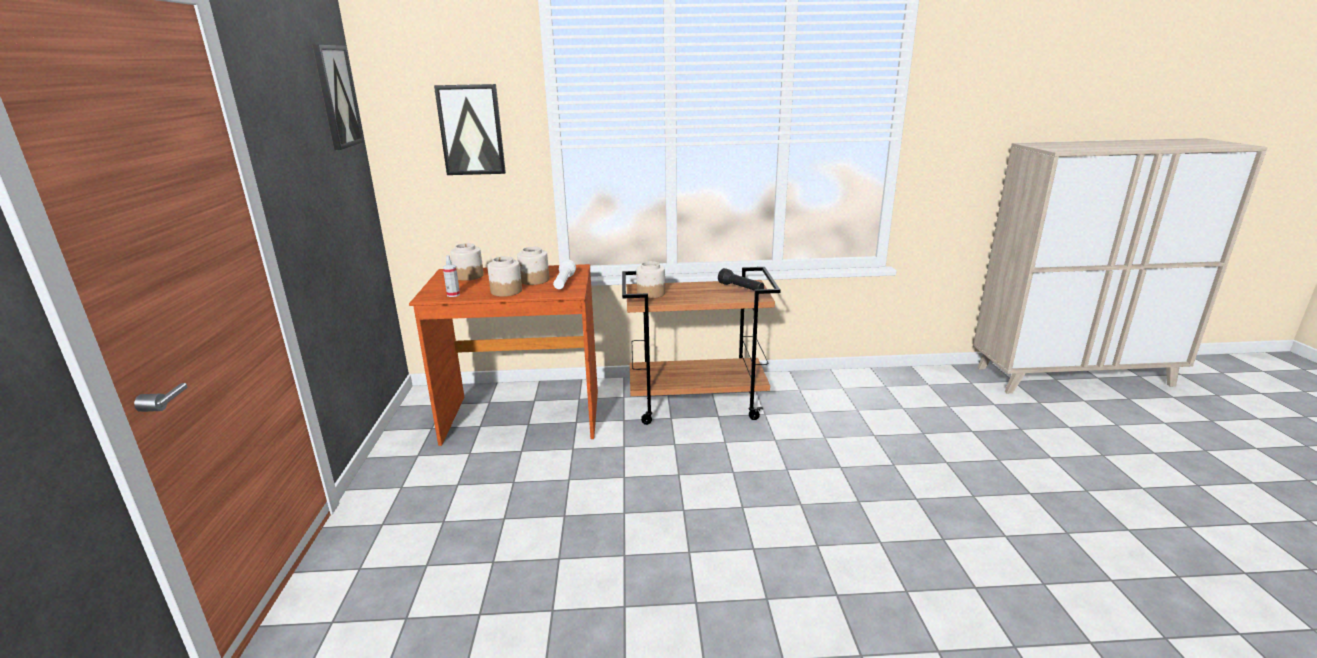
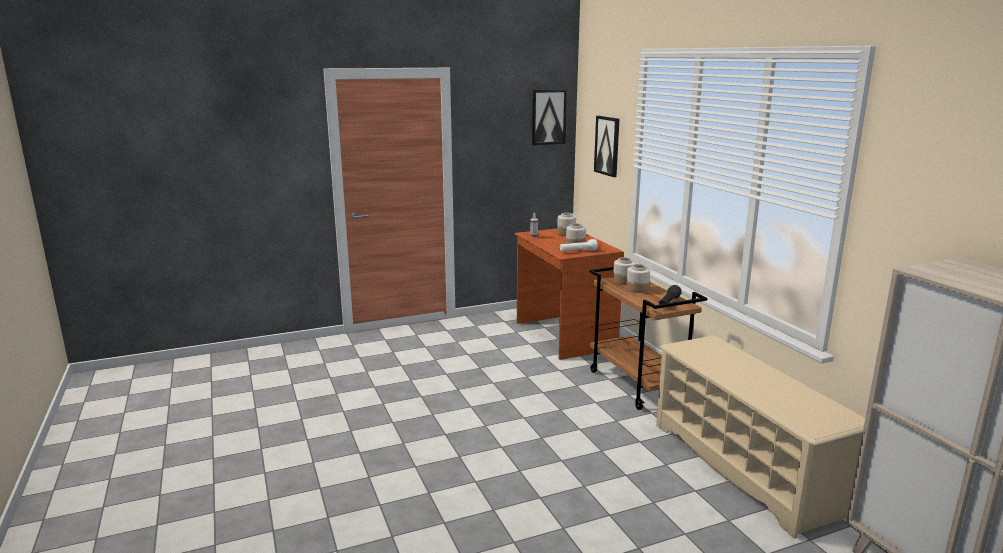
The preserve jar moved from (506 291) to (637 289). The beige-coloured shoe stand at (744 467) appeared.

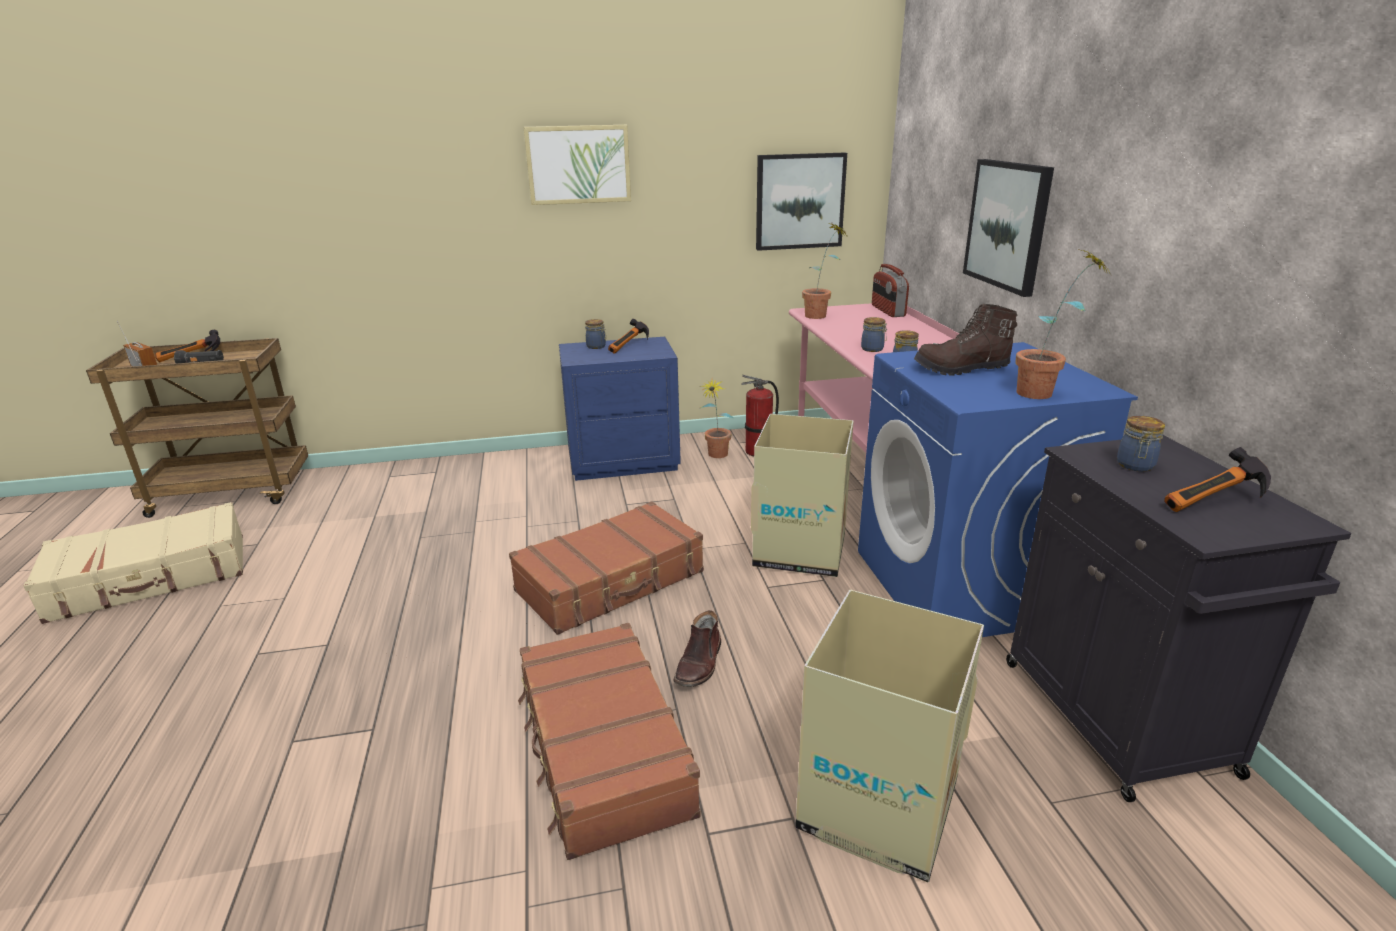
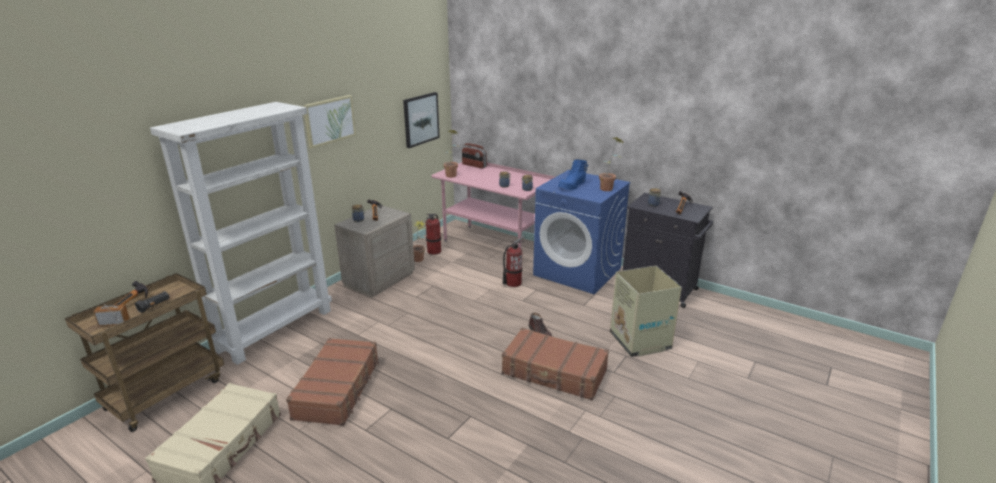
The brownish suitcase moved from (611 582) to (338 389). The blue-coloured nightstand at (623 460) became the beige-coloured nightstand at (378 279). The carton at (800 550) was replaced by the extinguisher at (513 283). The brownish boot at (961 369) became the blue-coloured boot at (572 186). The wall art at (1008 225) disappeared. The white-coloured bookcase at (275 329) appeared.

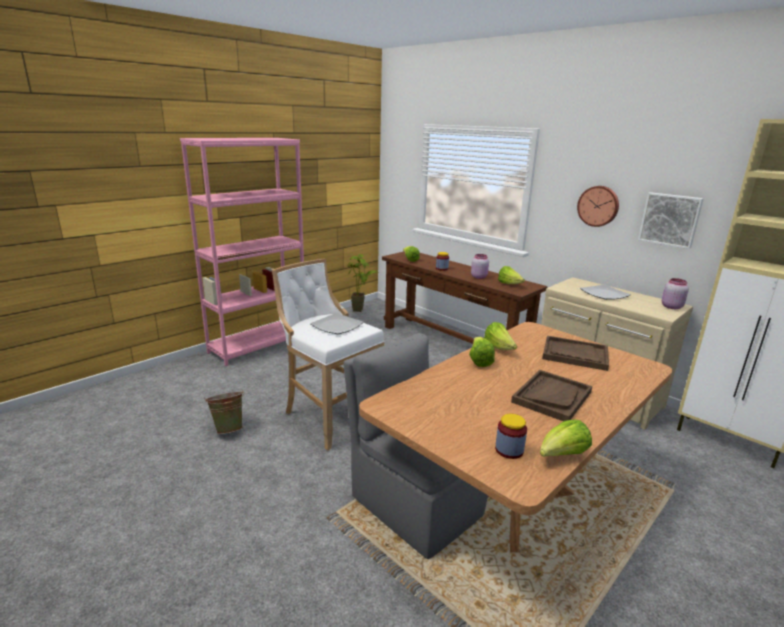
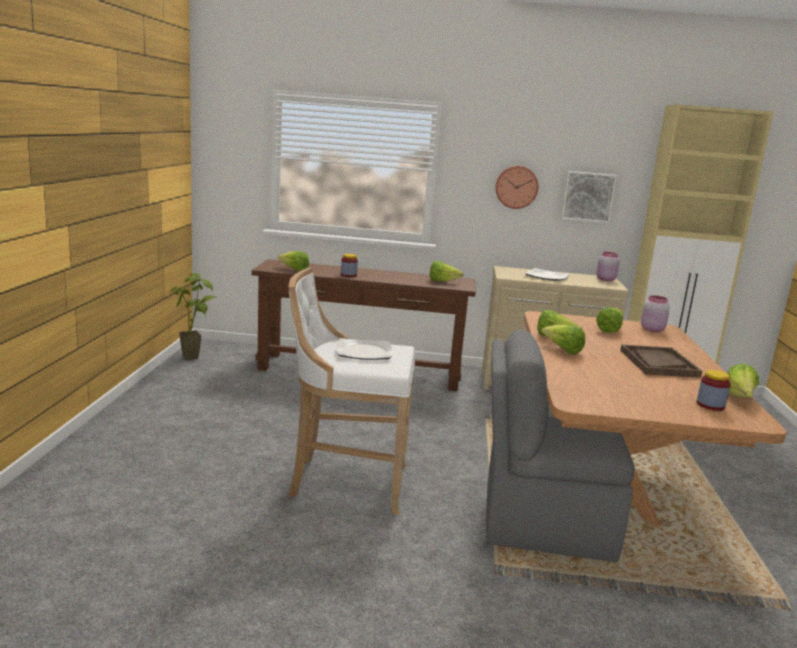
The pinkish bookcase at (259 345) disappeared. The green-coloured water bucket at (229 429) disappeared. The pinkish preserve jar moved from (479 277) to (651 329). The brownish carrying tray at (574 354) was replaced by the head of lettuce at (609 330).

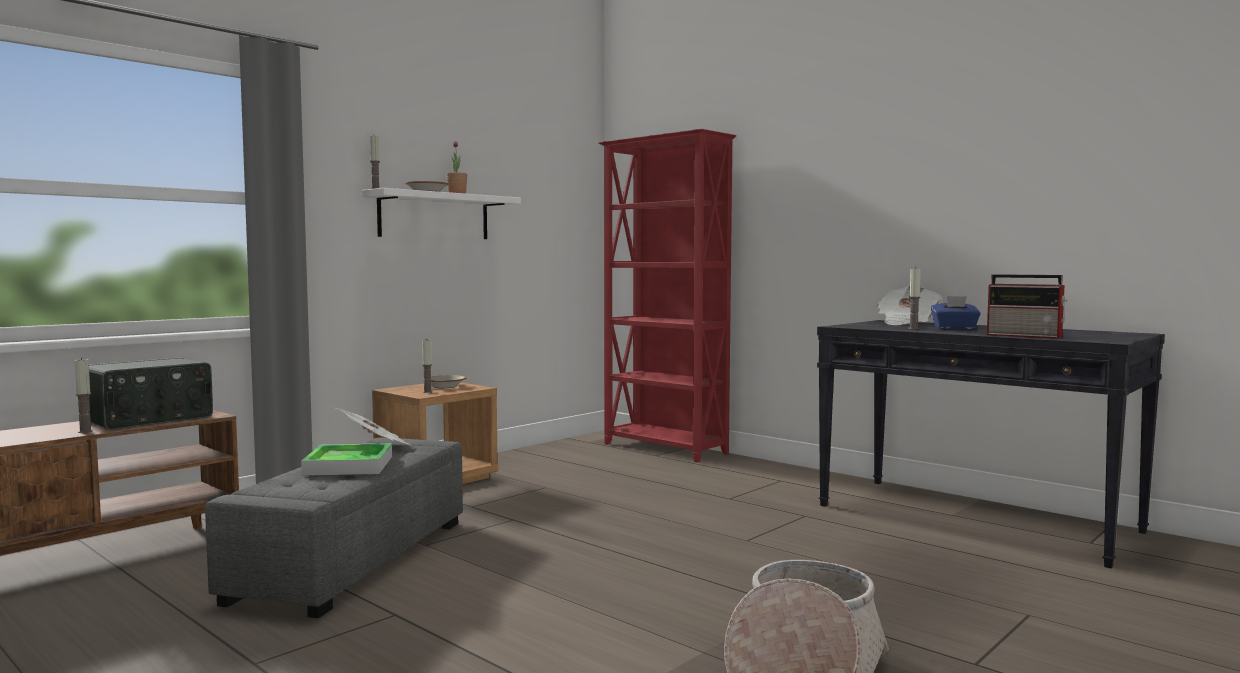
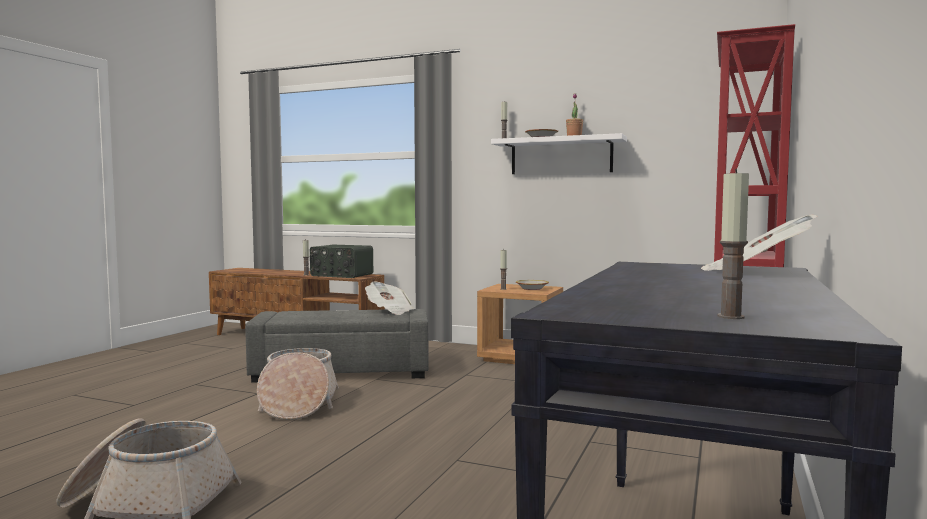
The carrying tray at (348 465) disappeared. The wax candle moved from (913 328) to (730 317). The blue-coloured box of tissues at (955 328) disappeared. The radio receiver at (1026 336) disappeared. The storage basket at (298 404) appeared.

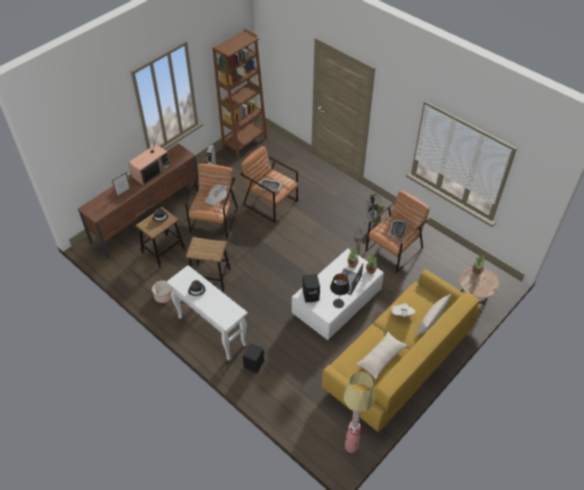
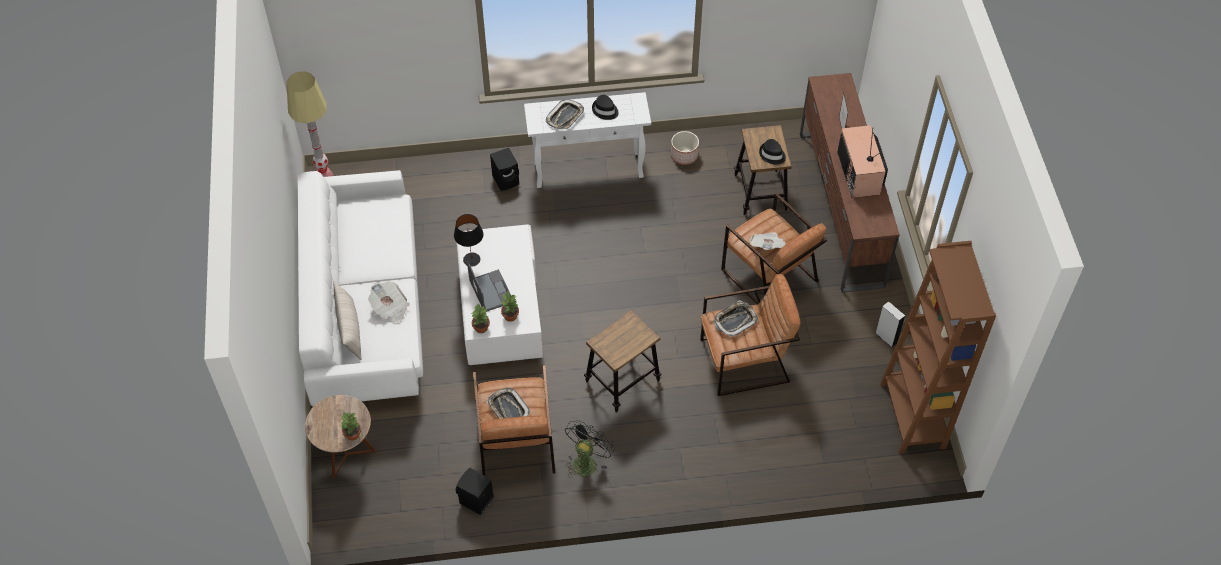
The stool seat moved from (210 277) to (622 381). The black-coloured audio speaker moved from (311 295) to (475 501). The yellowish sofa at (397 361) became the white-coloured sofa at (366 309). The beige-coloured throw pillow at (381 358) disappeared. The carrying tray at (565 117) appeared.

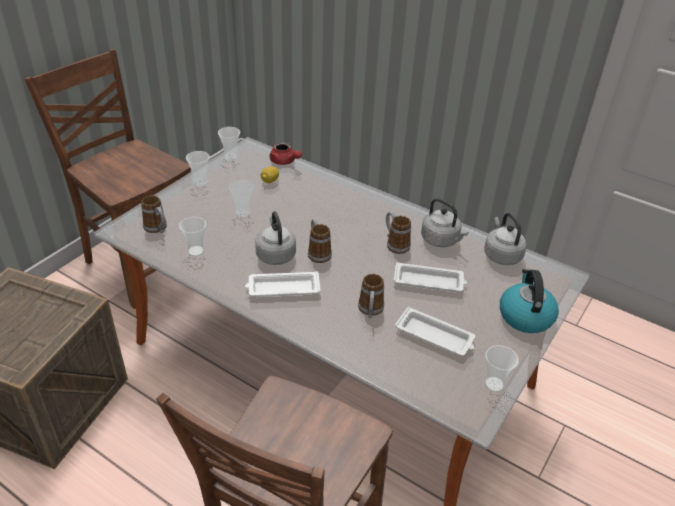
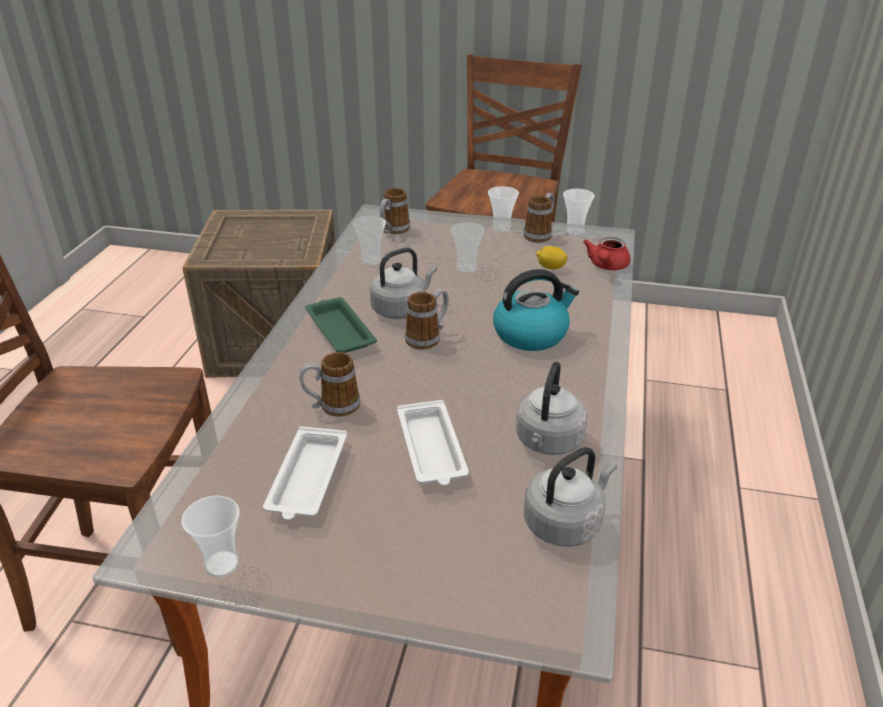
The white-coloured carrying tray at (282 288) became the green-coloured carrying tray at (339 330). The mug moved from (395 244) to (540 234). The water kettle moved from (525 316) to (531 334).

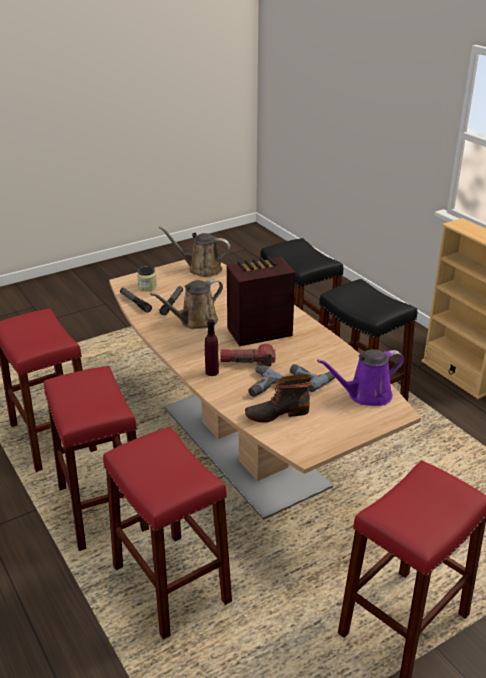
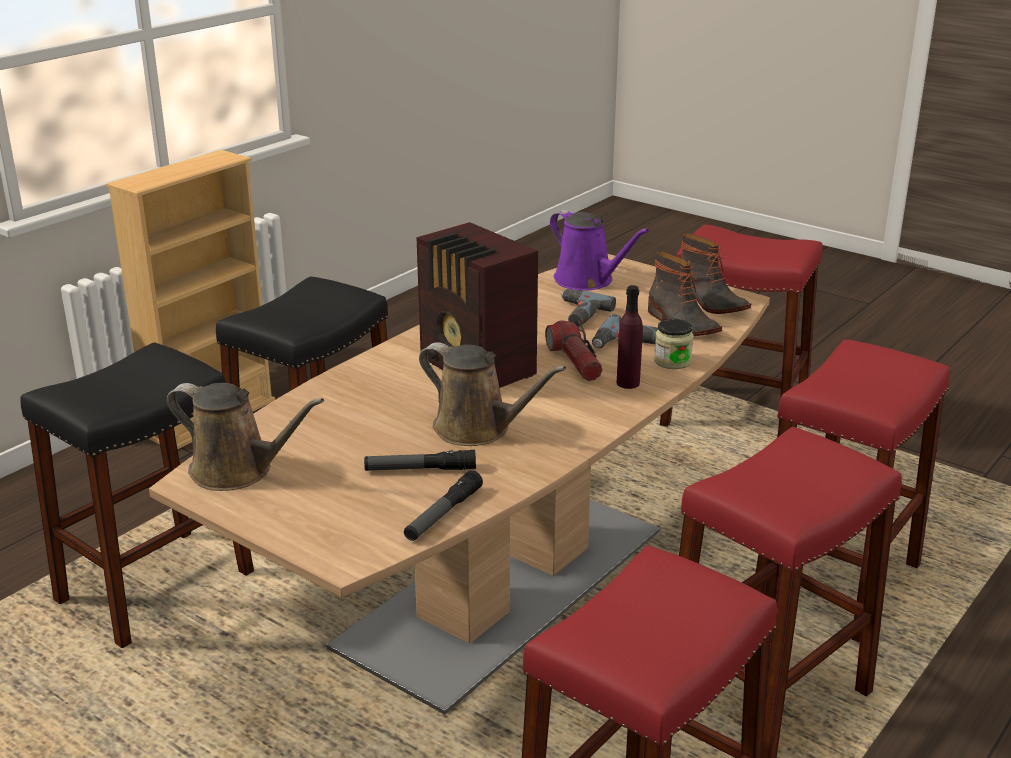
The preserve jar moved from (147 287) to (672 361). The brownish sprinkling can at (201 269) turned 60 degrees counterclockwise. The boot at (709 303) appeared.

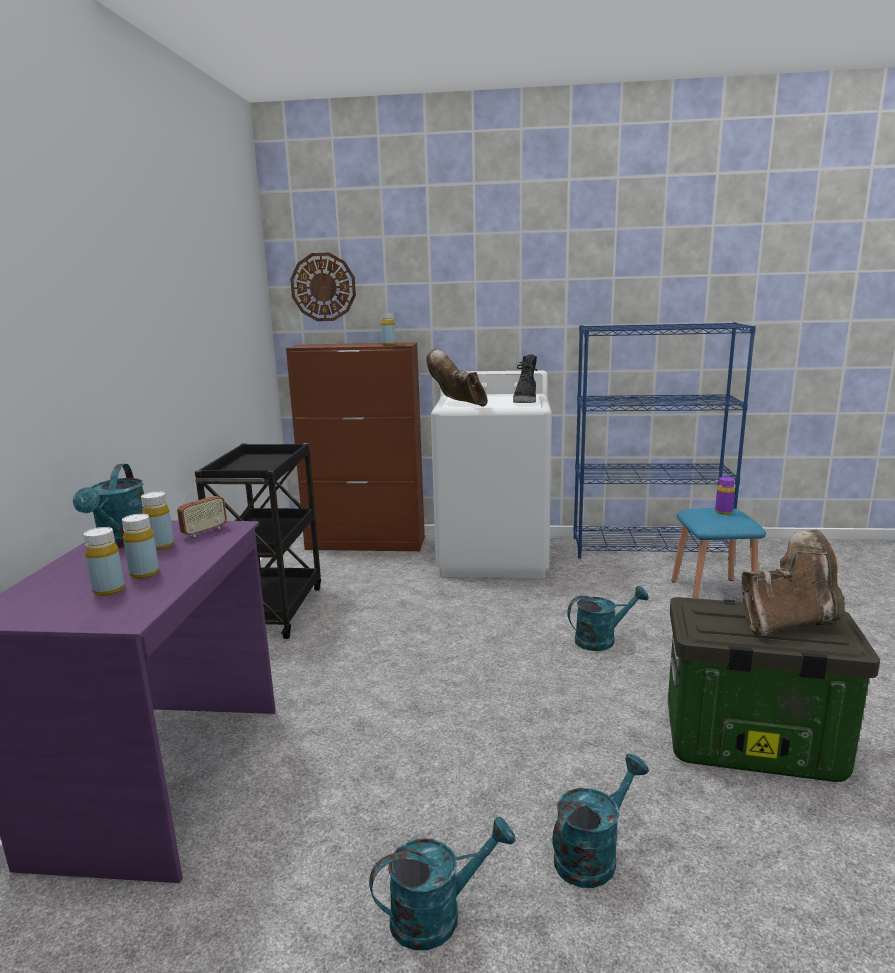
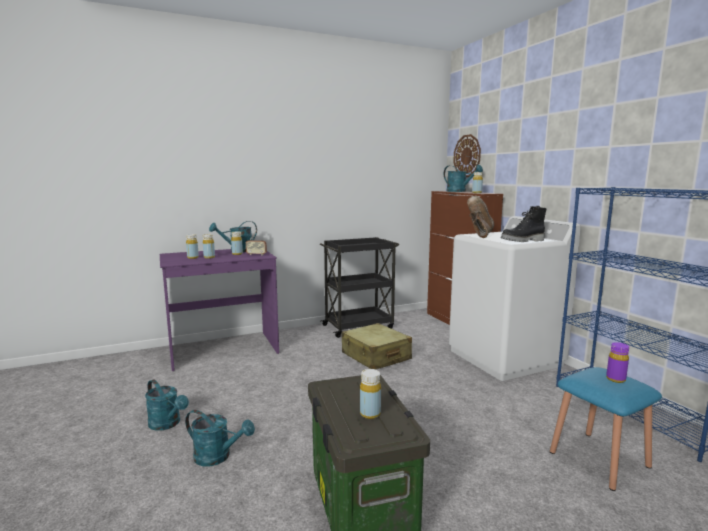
The turquoise-coloured sprinkling can moved from (601 639) to (459 191). The brownish boot at (788 622) was replaced by the yellowish bottle at (370 414). The beige-coloured suitcase at (375 356) appeared.

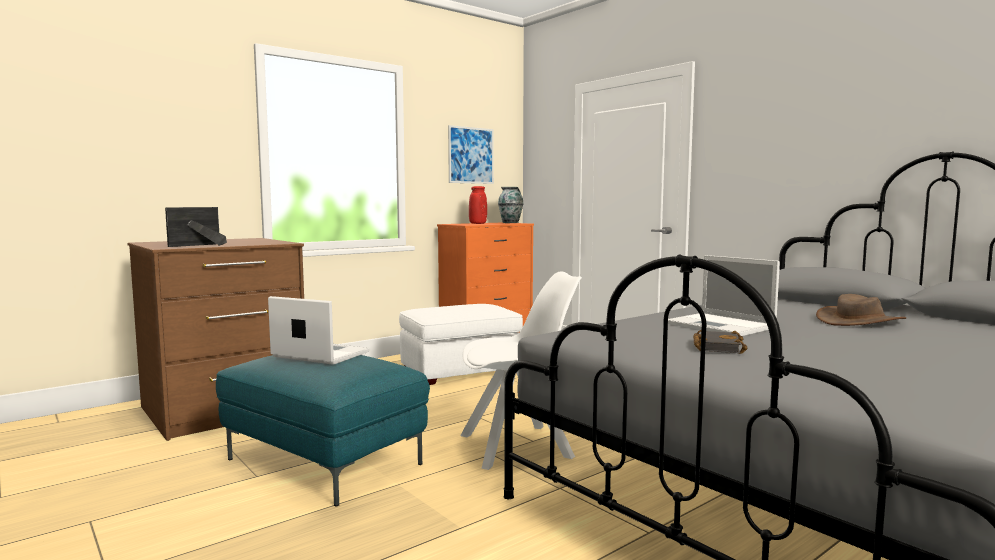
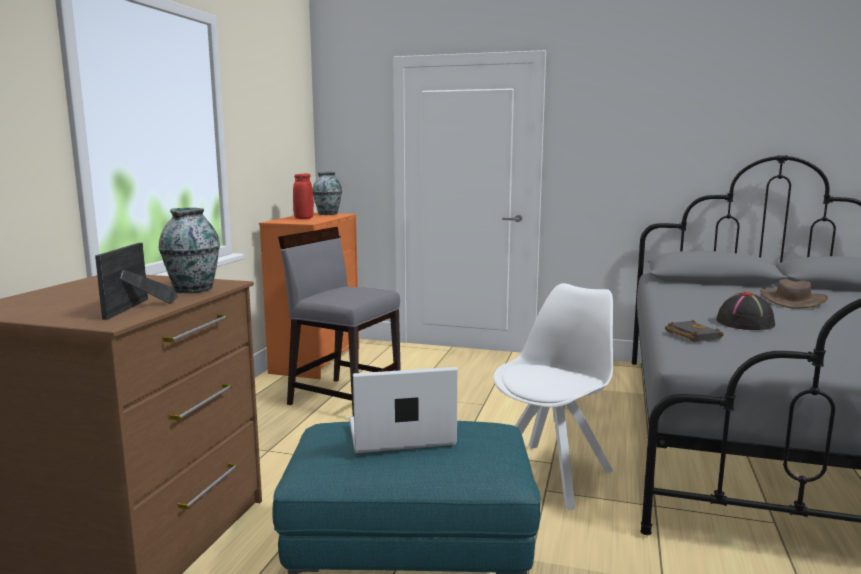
The white-coloured ottoman at (461 371) was replaced by the grey upright chair at (344 398). The wall art at (471 155) disappeared. The portable computer at (721 326) was replaced by the black-coloured clothing hat at (745 323). The black-coloured volume moved from (716 346) to (690 335). The flower vase at (193 289) appeared.

